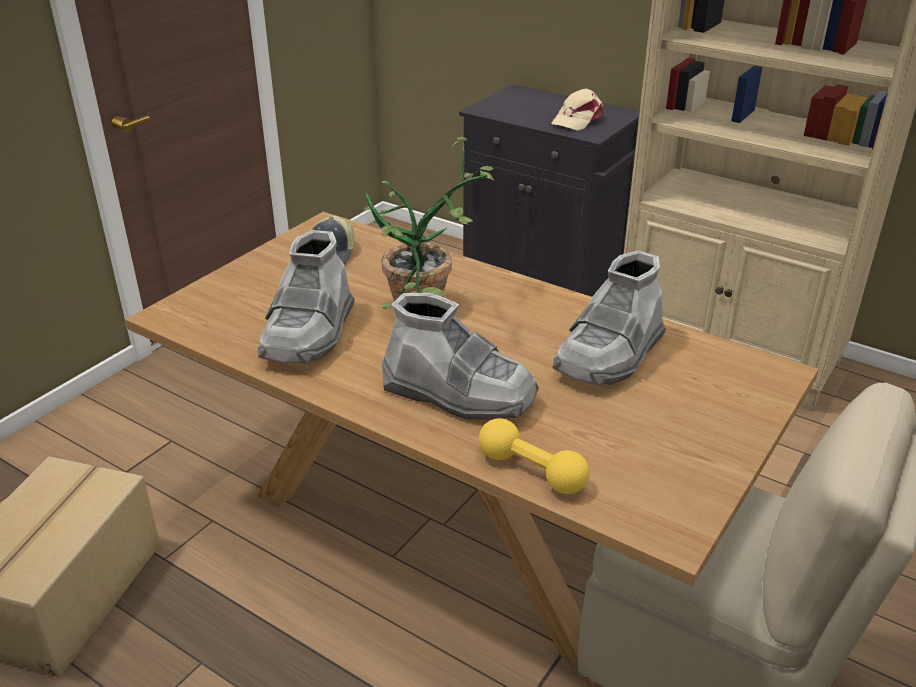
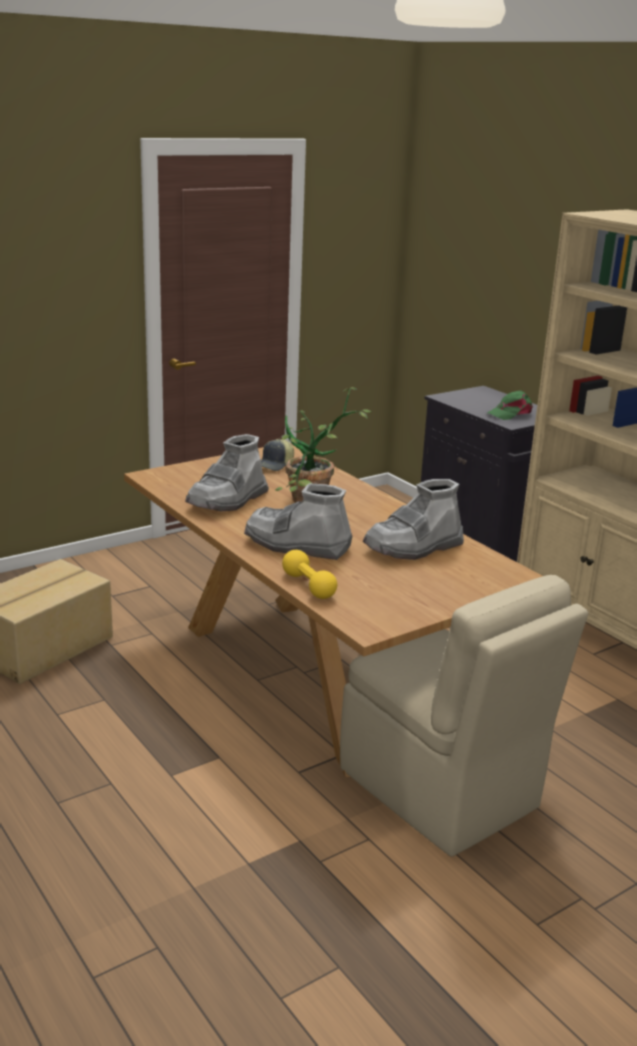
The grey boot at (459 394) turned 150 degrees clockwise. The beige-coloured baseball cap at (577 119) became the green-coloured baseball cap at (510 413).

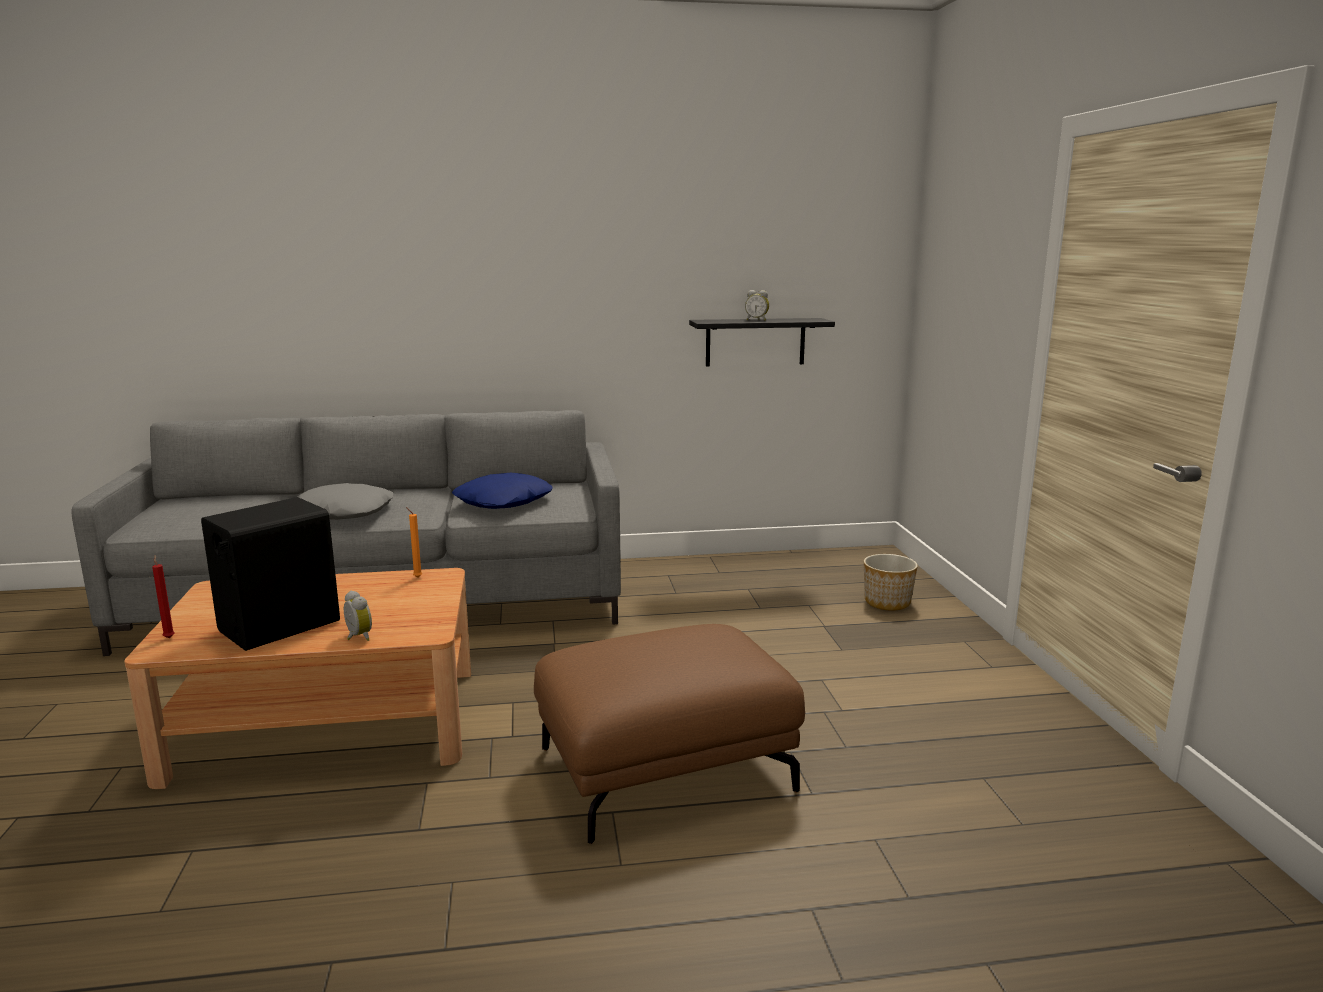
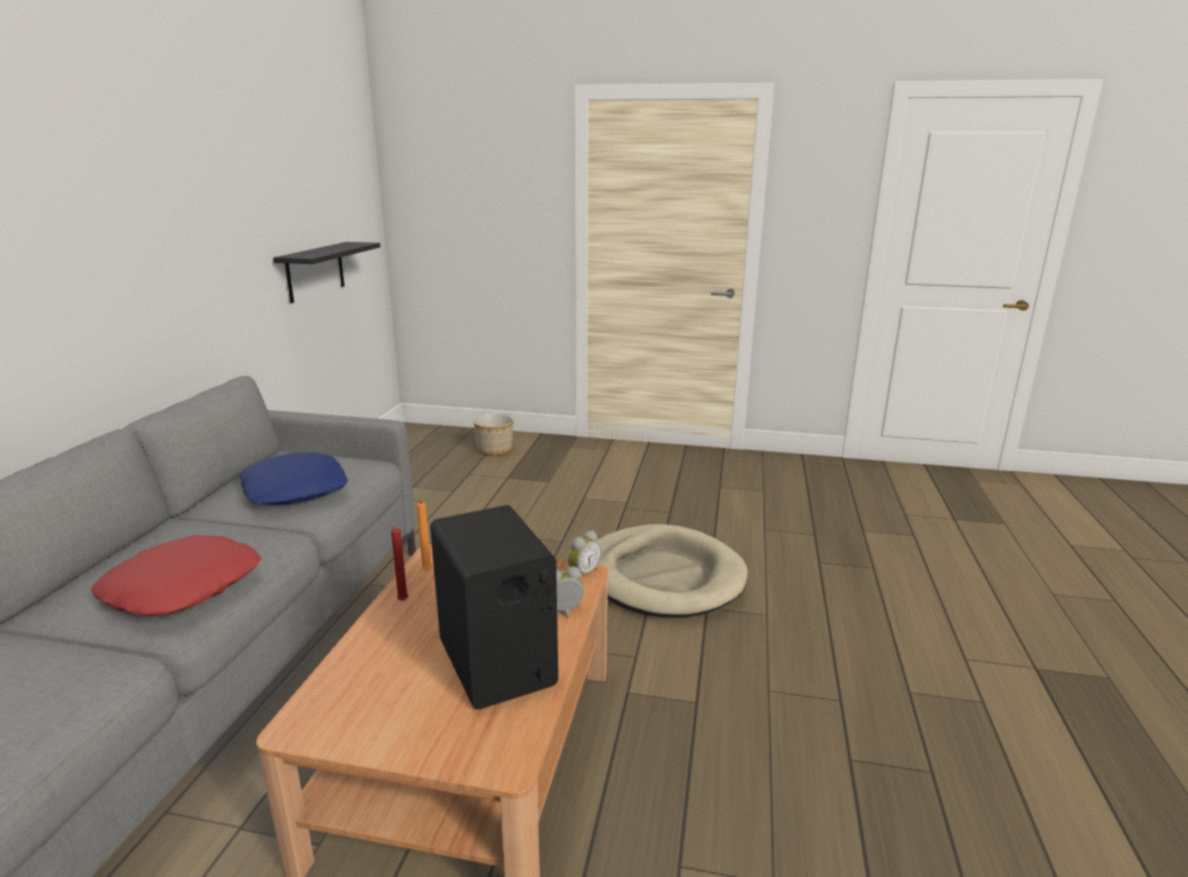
The reddish wax candle moved from (169 637) to (401 601). The grey throw pillow at (343 512) became the reddish throw pillow at (182 587). The brownish ottoman at (665 767) was replaced by the beige-coloured dog cushion at (662 577). The table clock moved from (757 320) to (582 573).

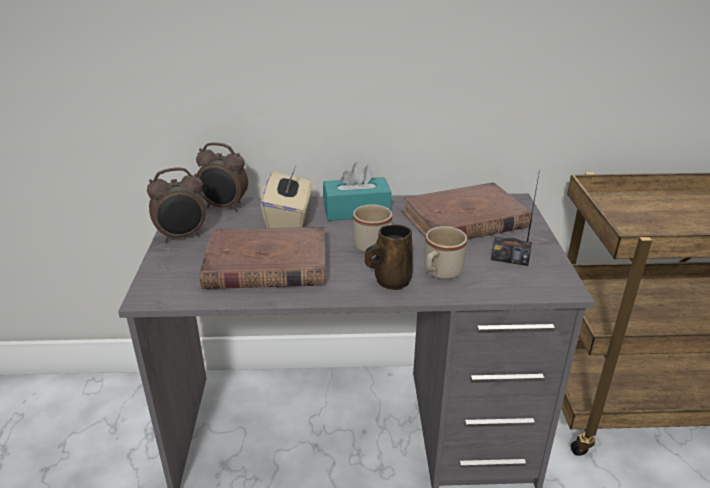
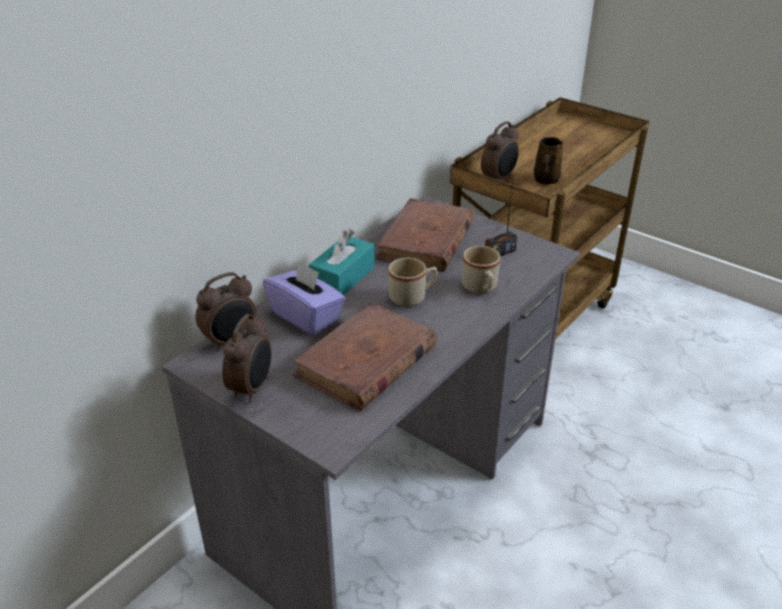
The beige-coloured box of tissues at (289 218) became the purple box of tissues at (306 316). The brownish mug moved from (390 281) to (545 180). The table clock at (499 179) appeared.

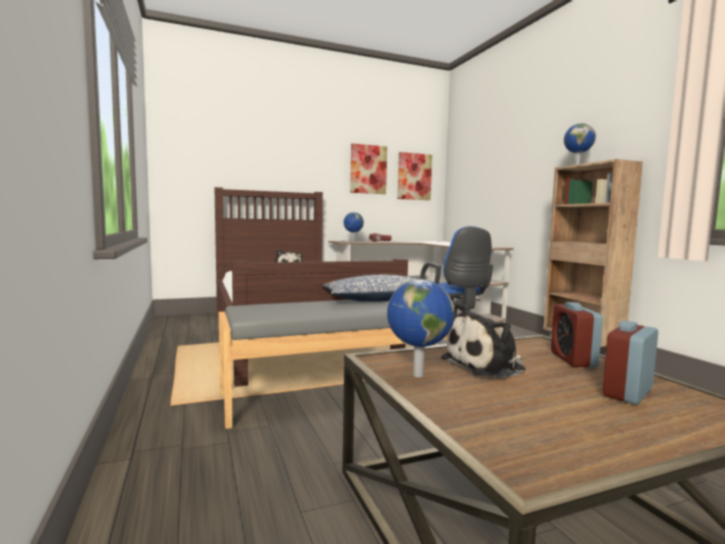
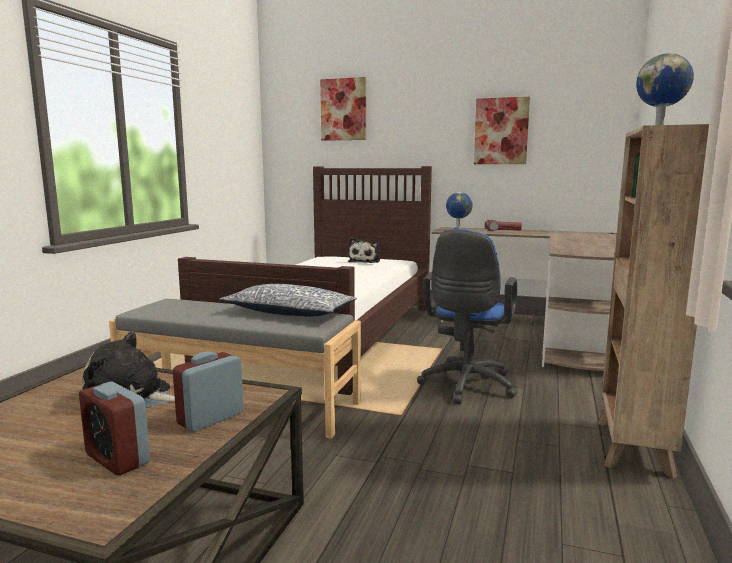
The desk globe at (416 375) disappeared. The wall art moved from (414 176) to (343 109). The table clock at (627 392) turned 135 degrees counterclockwise.

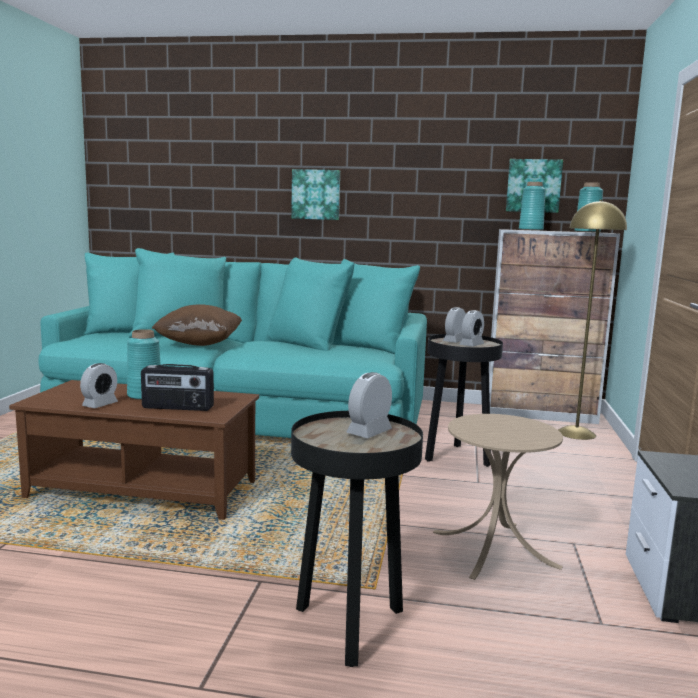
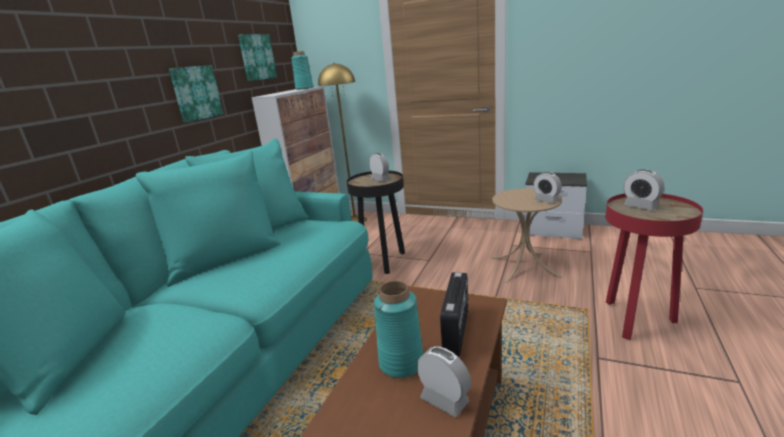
The brownish throw pillow at (199 344) disappeared. The wall art moved from (316 194) to (196 93). The black-coloured accent table at (350 628) became the reddish accent table at (636 320). The table clock moved from (454 341) to (546 200). The turquoise-coloured flower vase at (531 230) disappeared.

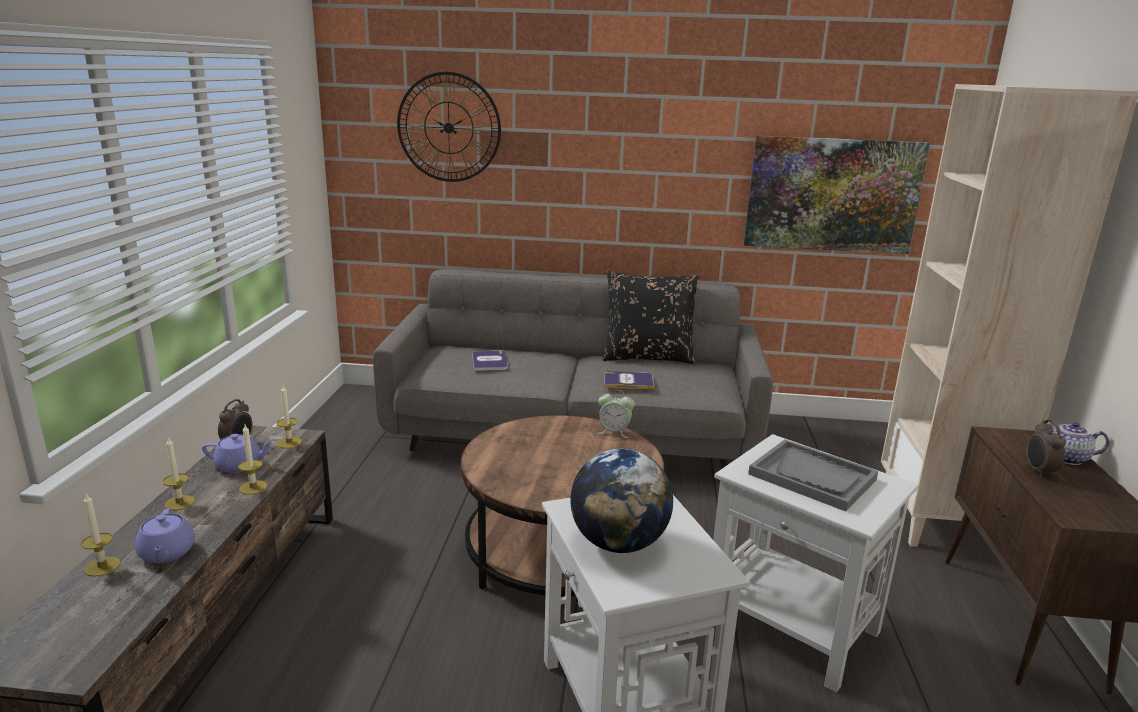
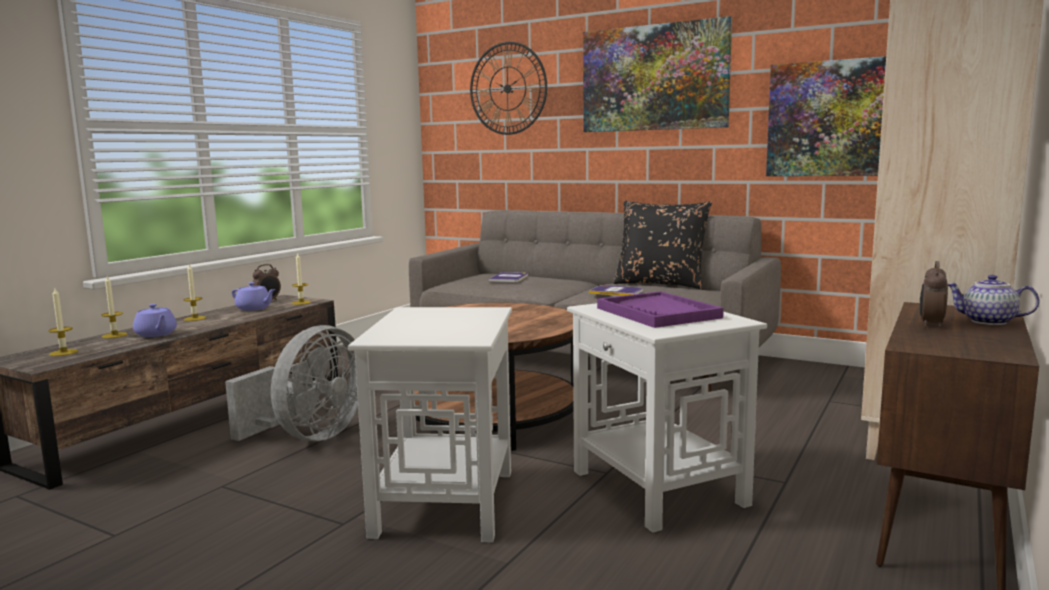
The purple pot for tea at (167 553) turned 45 degrees counterclockwise. The wax candle moved from (253 487) to (63 352). The desk globe at (619 543) disappeared. The table clock at (614 432) disappeared. The grey carrying tray at (812 477) became the purple carrying tray at (658 313). The grey electric fan at (310 436) appeared. The wall art at (654 78) appeared.

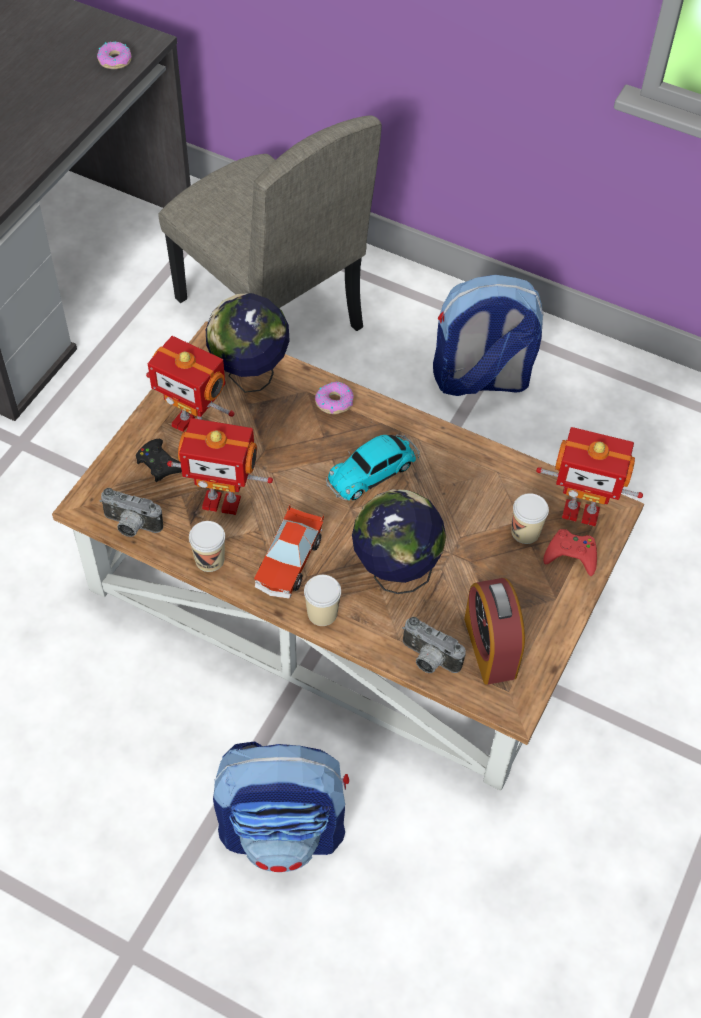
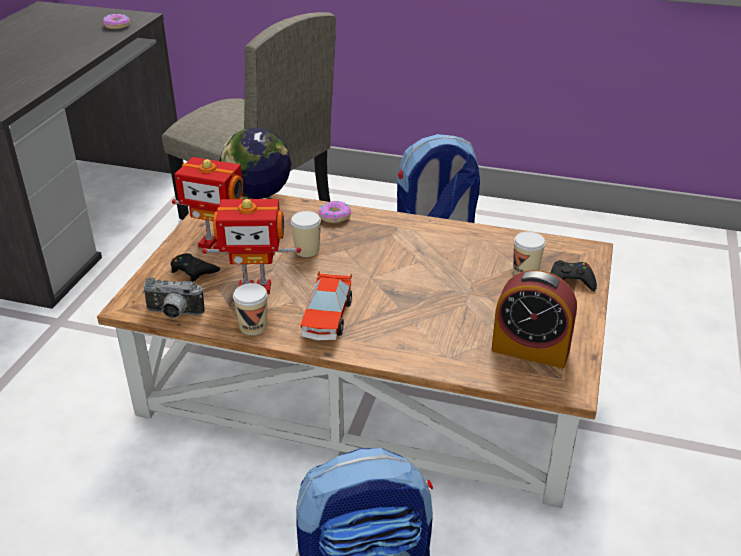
The cup moved from (322 613) to (307 250). The toy car at (373 471) disappeared. The desk globe at (395 574) disappeared. The photo camera at (428 660) disappeared. The table clock at (490 647) turned 45 degrees counterclockwise. The model robot at (581 511) disappeared. The reddish game controller at (571 555) became the black-coloured game controller at (570 281).

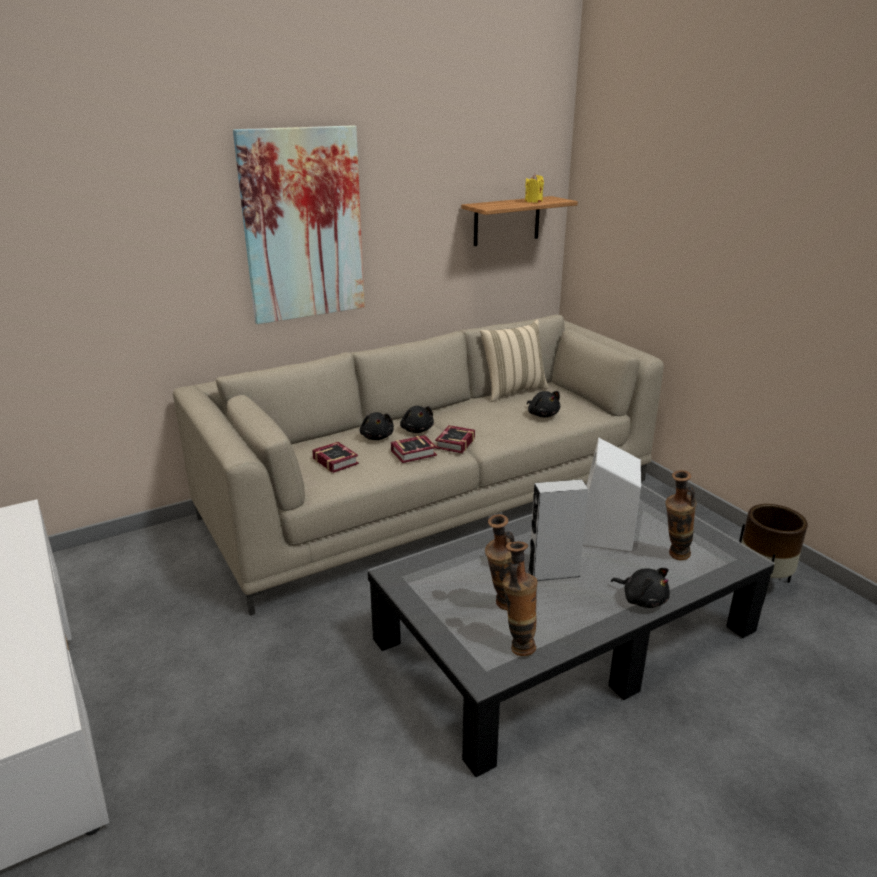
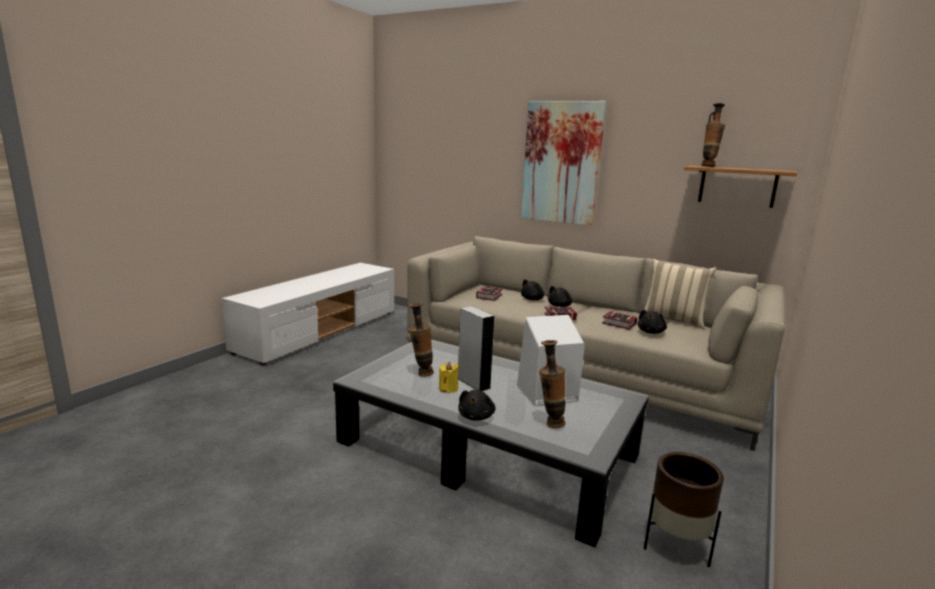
The volume moved from (416 453) to (620 324). The flower vase moved from (518 645) to (708 166). The yellowish wax candle moved from (533 201) to (448 388).

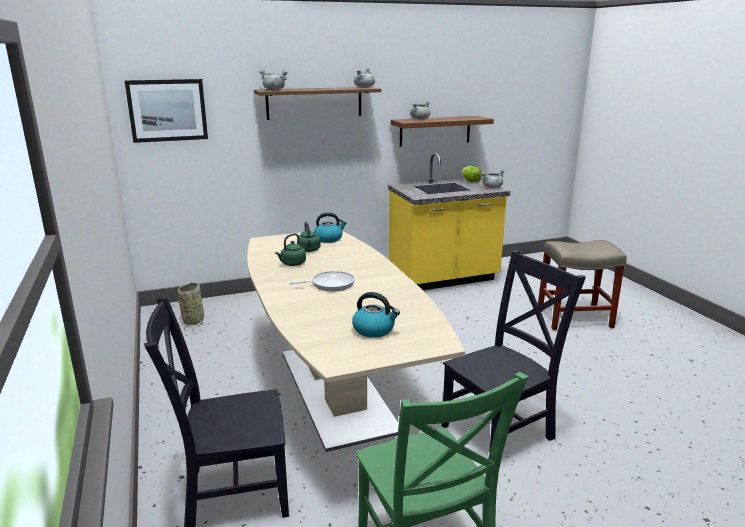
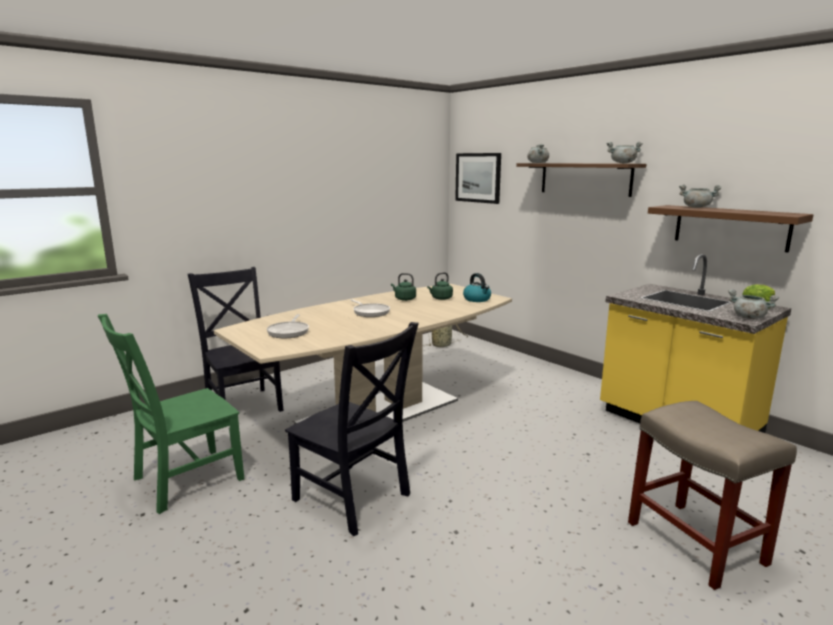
The water kettle at (374 330) was replaced by the skillet at (289 332).

